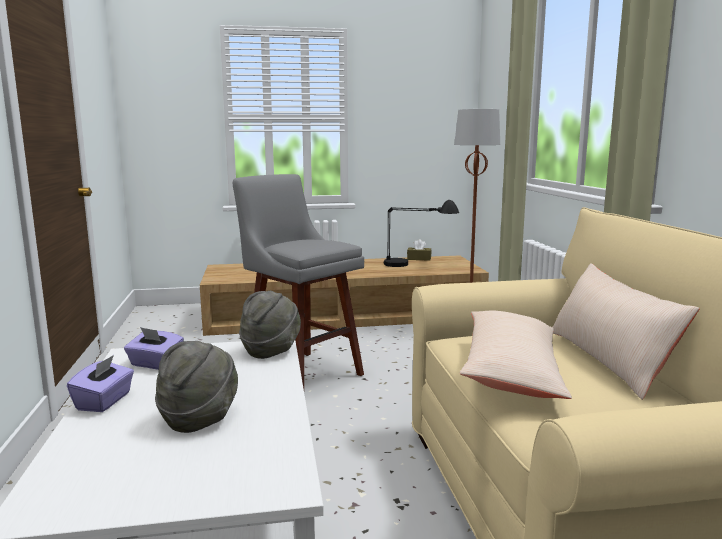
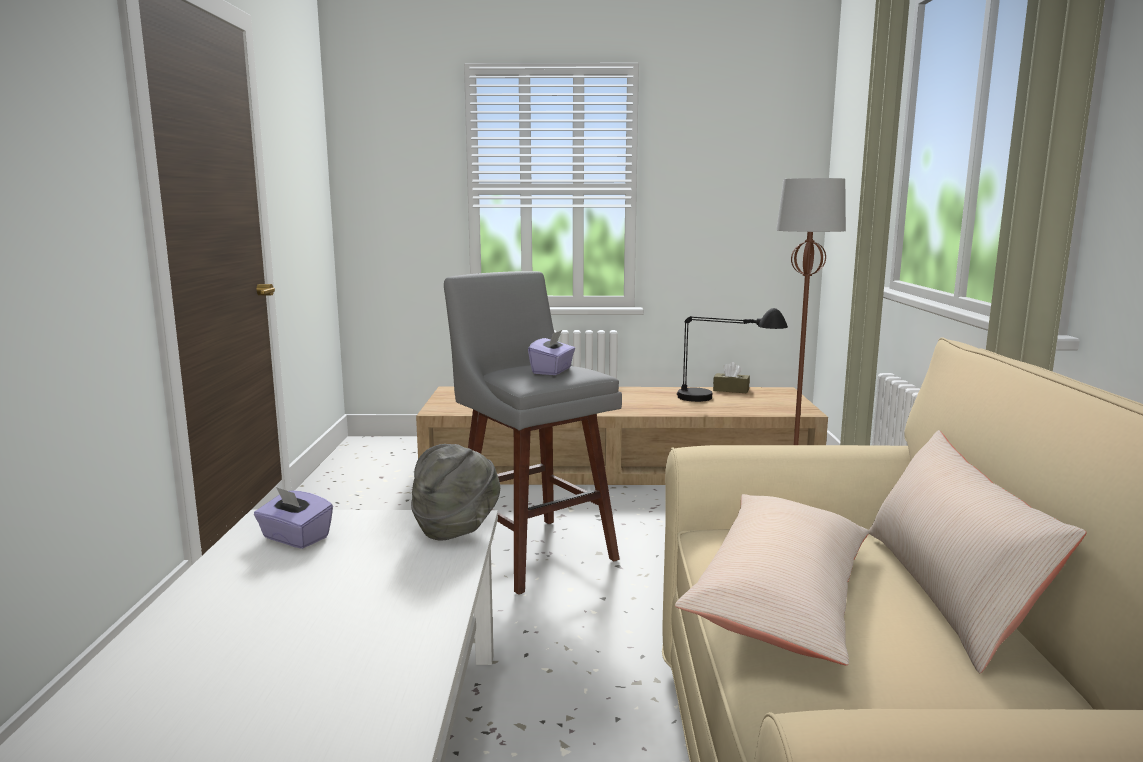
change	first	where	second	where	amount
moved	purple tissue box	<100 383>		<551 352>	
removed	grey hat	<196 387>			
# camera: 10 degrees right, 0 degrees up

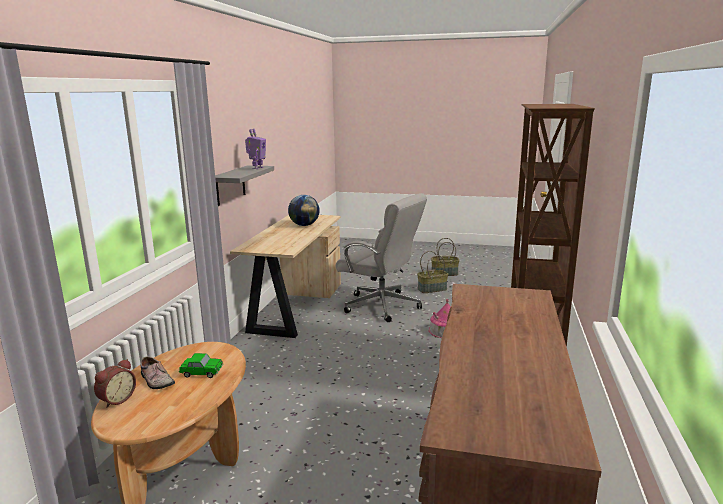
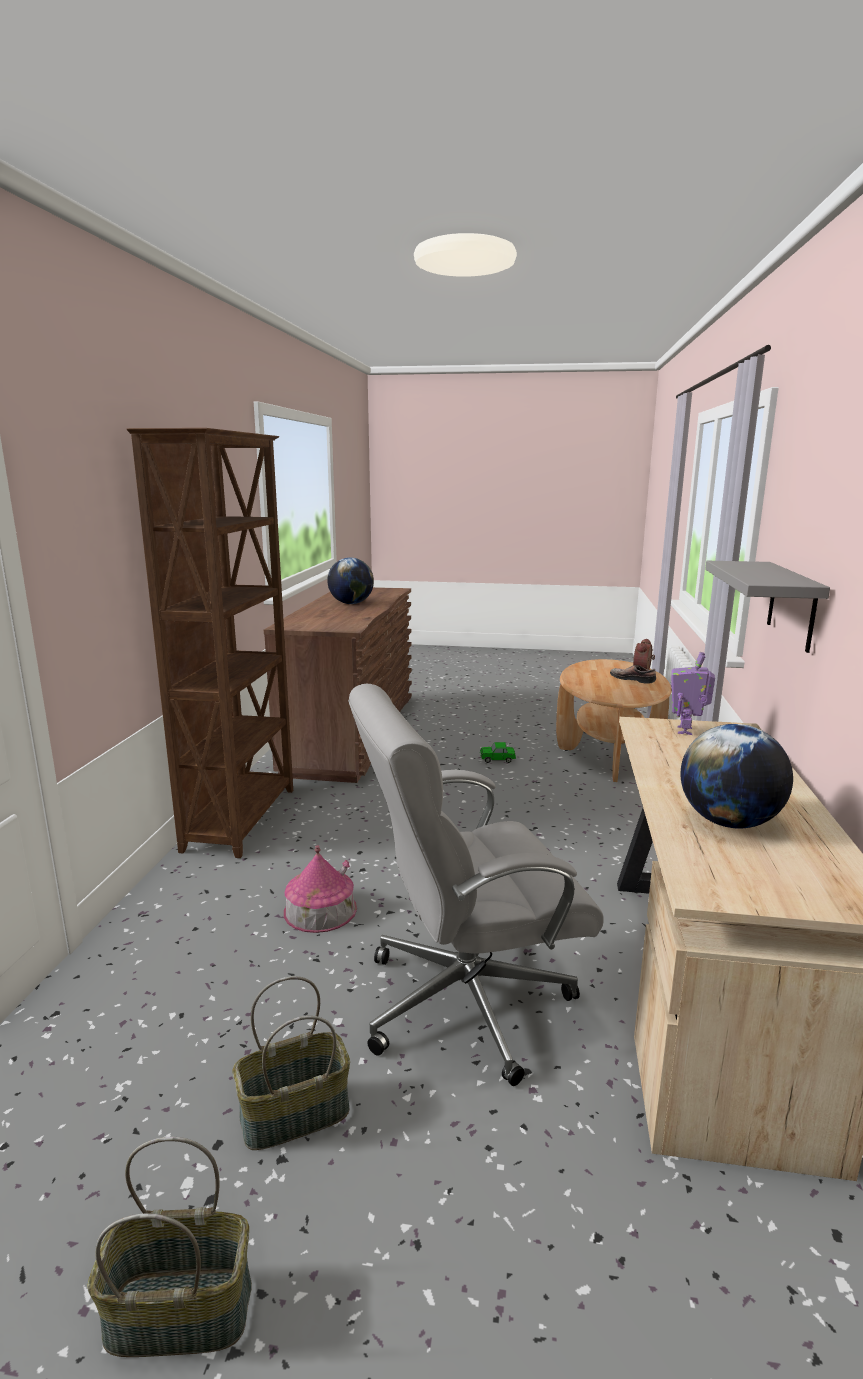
change	first	where	second	where	amount
moved	toy car	<201 365>		<498 752>	
moved	toy robot	<255 149>		<693 693>	
turned	grey office chair	<381 257>		<476 885>	45 degrees counterclockwise
added			globe	<350 580>	
# camera: 175 degrees right, 0 degrees up

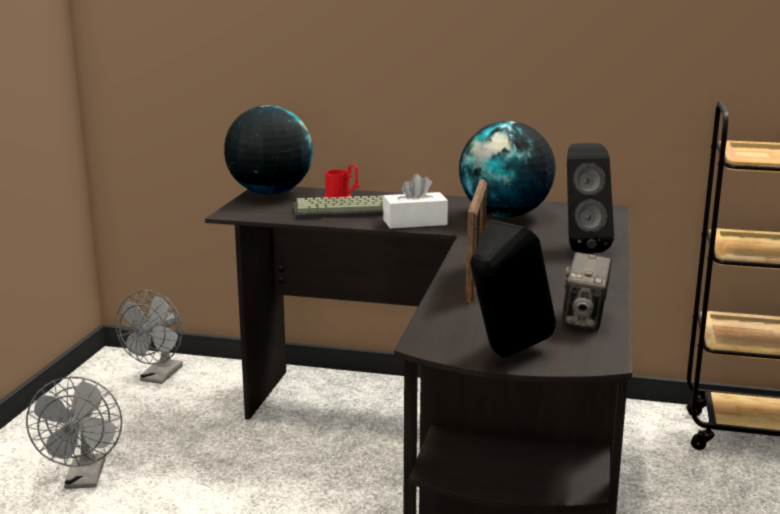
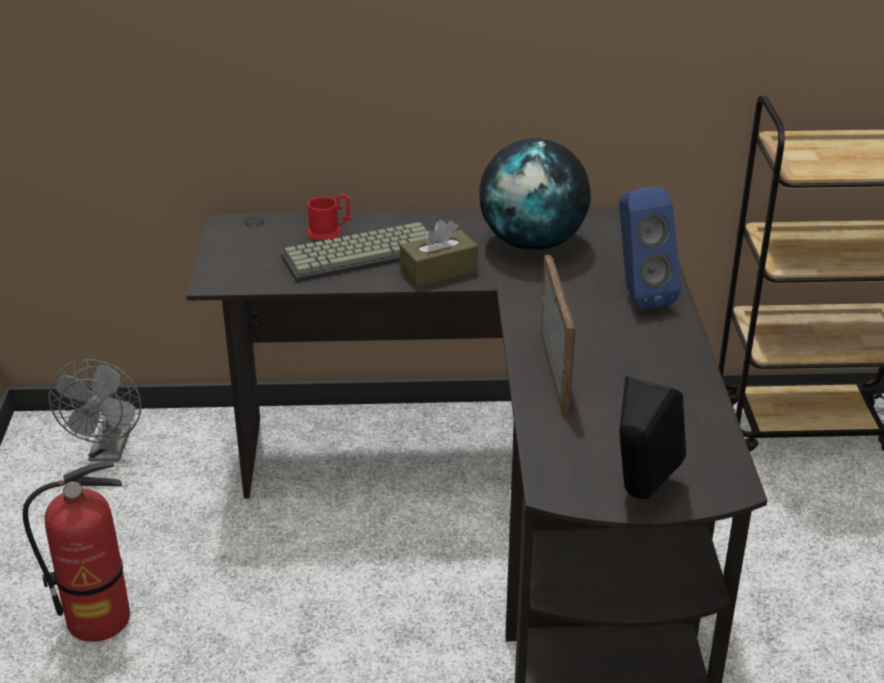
change	first	where	second	where	amount
replaced	grey fan	<74 432>	fire extinguisher	<76 551>	
removed	globe	<268 150>			
recoloured	white tissue box	<415 201>	brown tissue box	<439 253>	
removed	photo camera	<587 291>			
recoloured	black speaker	<590 198>	blue speaker	<650 249>	
# camera: 15 degrees left, 15 degrees up

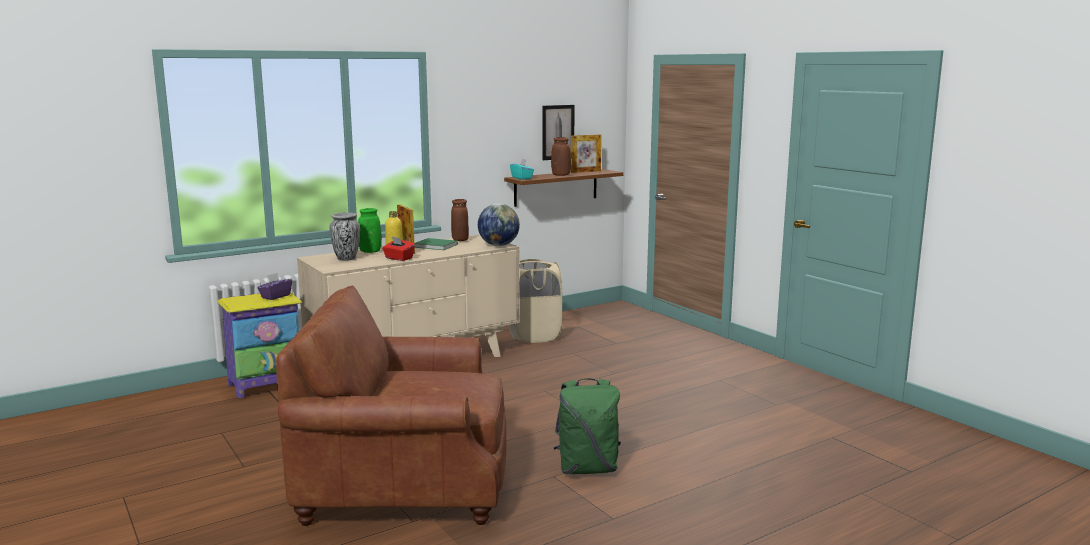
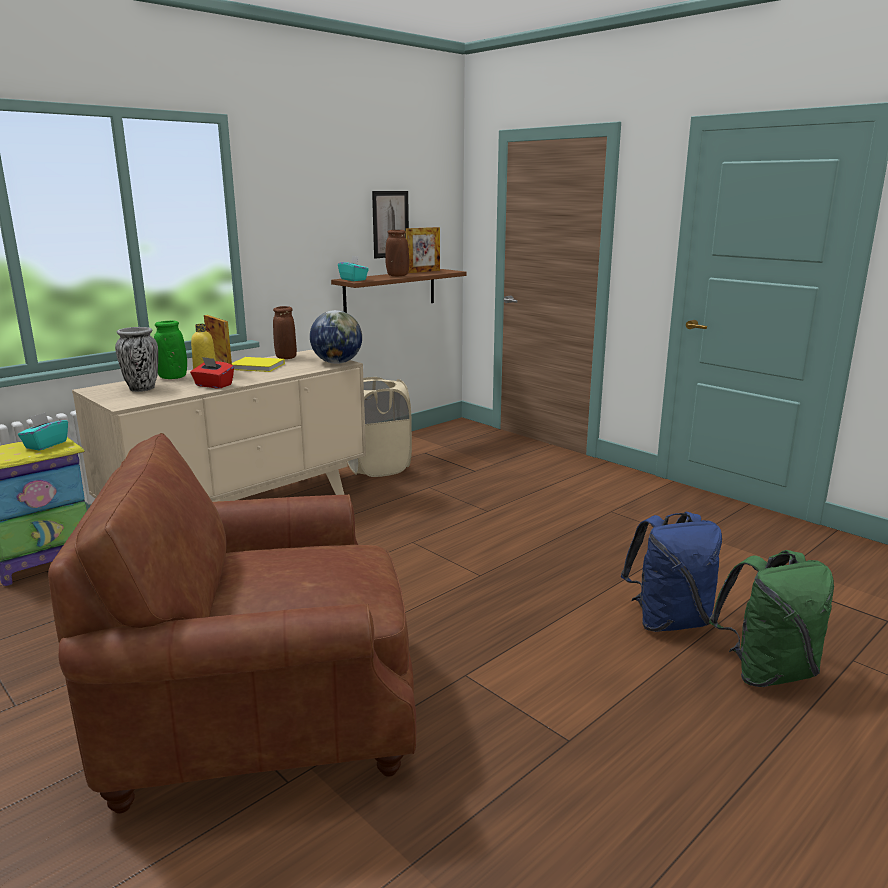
change	first	where	second	where	amount
recoloured	purple tissue box	<275 286>	turquoise tissue box	<43 431>	
recoloured	green book	<436 244>	yellow book	<258 364>	
moved	green backpack	<587 426>		<771 618>	
added			blue backpack	<671 572>	
# camera: 10 degrees left, 5 degrees up

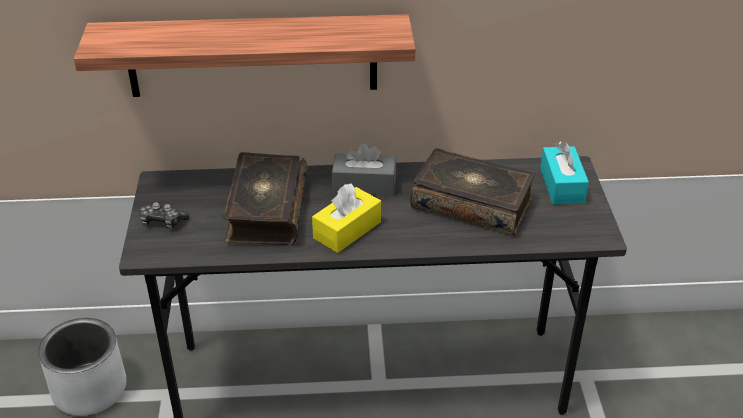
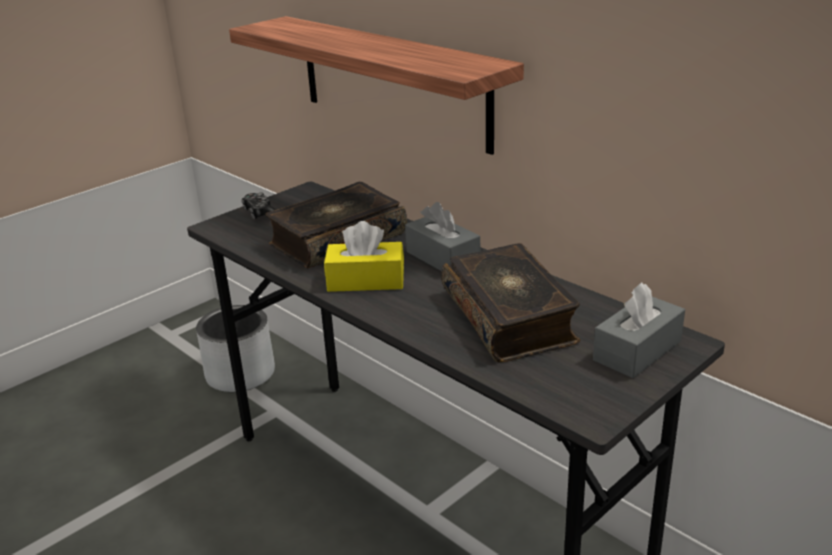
change	first	where	second	where	amount
recoloured	turquoise tissue box	<564 173>	grey tissue box	<639 330>	
# camera: 50 degrees right, 10 degrees down

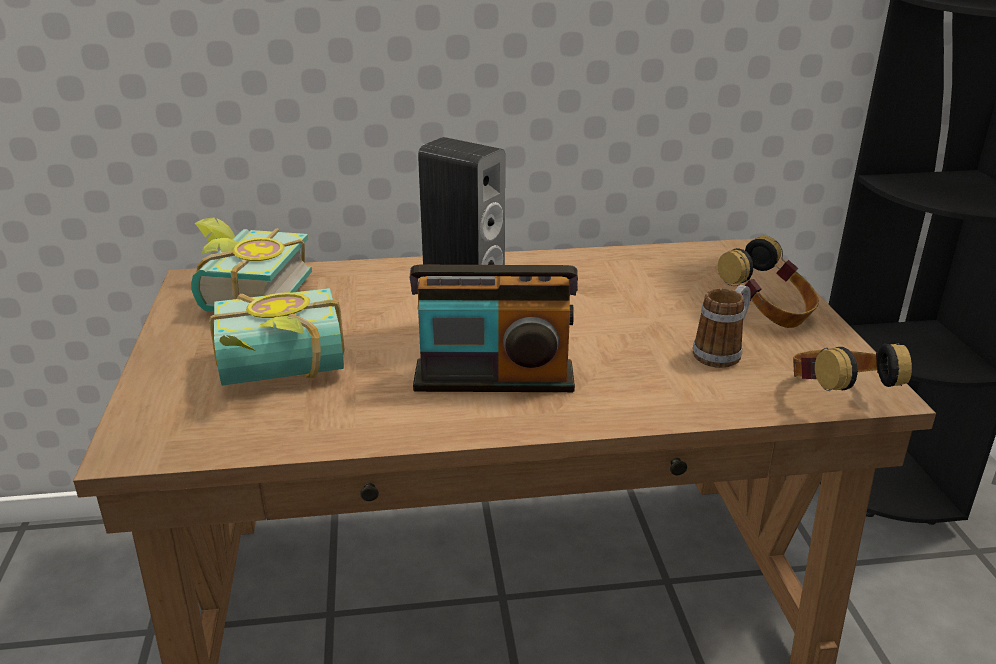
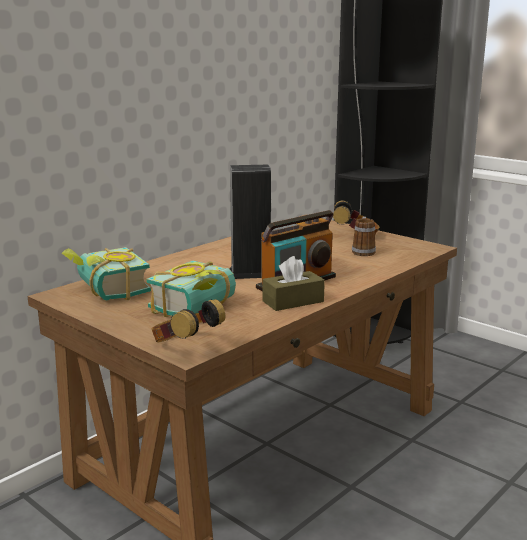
change	first	where	second	where	amount
moved	headphones	<852 367>		<188 320>	
added			brown tissue box	<293 283>	
# camera: 40 degrees left, 10 degrees down

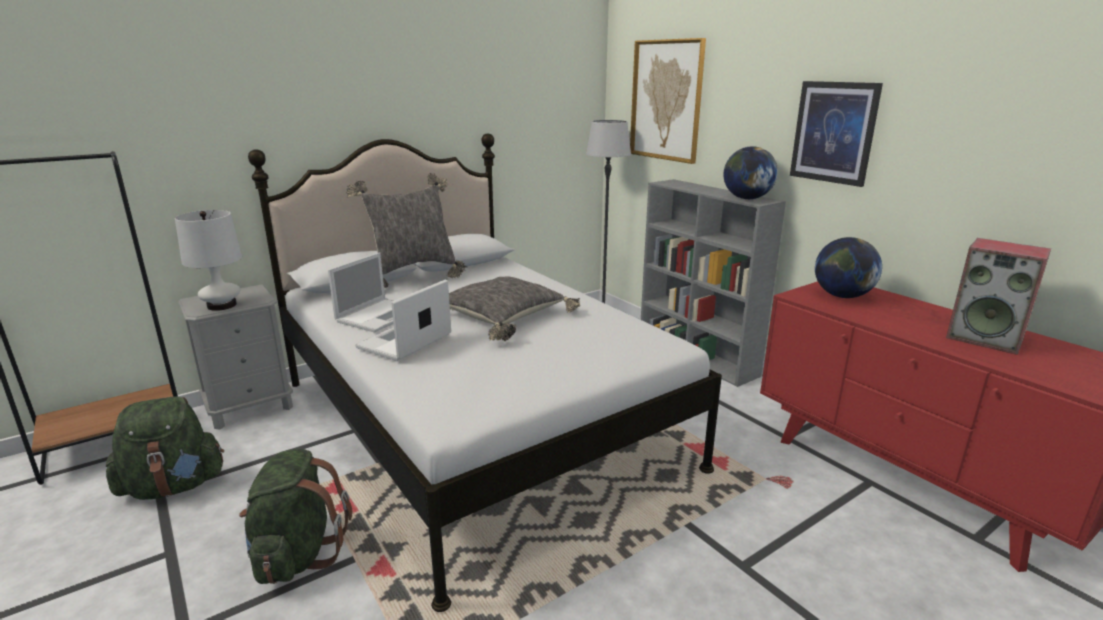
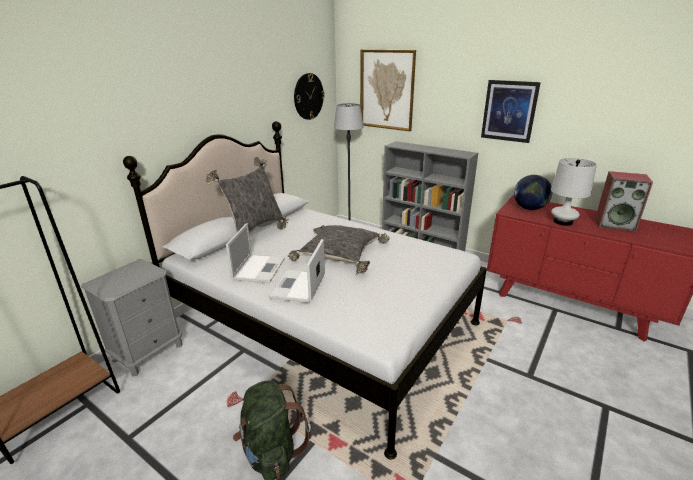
change	first	where	second	where	amount
removed	green backpack	<165 448>			
moved	white table lamp	<208 260>		<574 192>	
removed	globe	<750 172>			
added			wall clock	<309 96>	
# camera: 20 degrees left, 5 degrees up

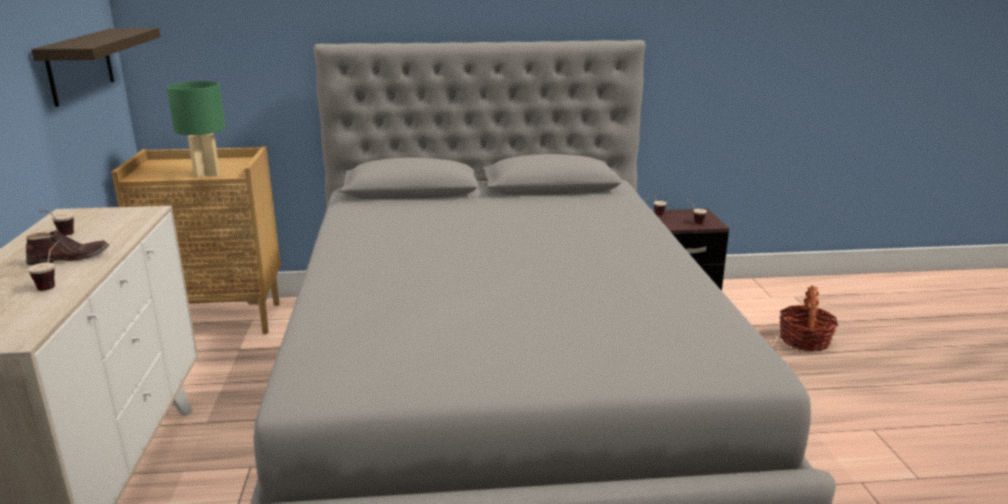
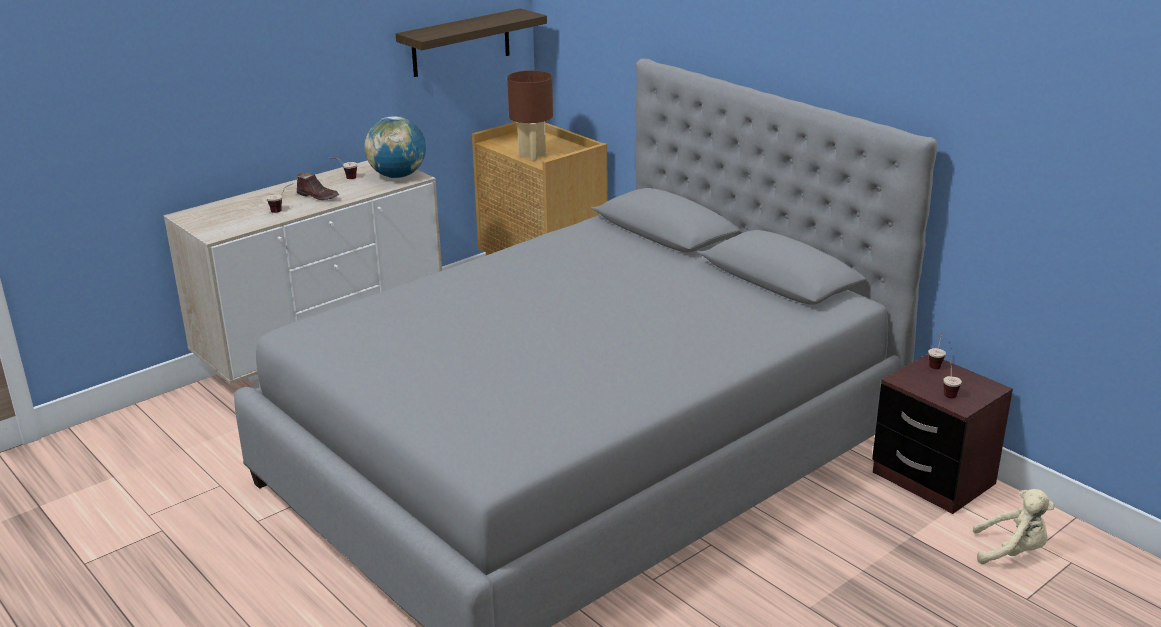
change	first	where	second	where	amount
recoloured	green table lamp	<196 129>	brown table lamp	<530 115>	
removed	basket	<808 318>			
added			globe	<395 147>	
added			beige plush toy	<1014 526>	
# camera: 55 degrees right, 5 degrees up

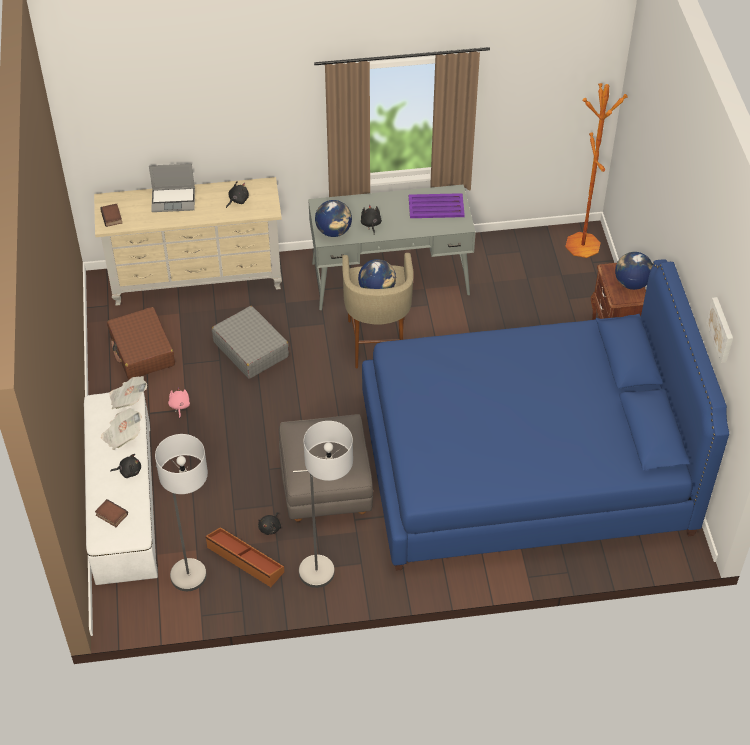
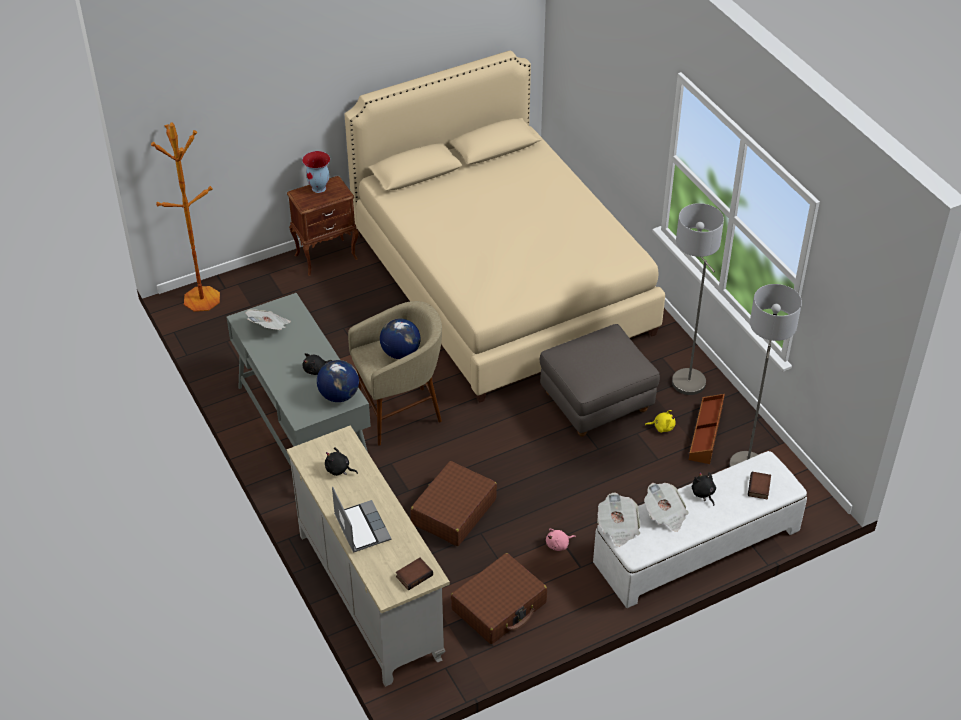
change	first	where	second	where	amount
recoloured	grey suitcase	<250 342>	brown suitcase	<453 503>	
recoloured	black plush toy	<269 523>	yellow plush toy	<660 421>	
recoloured	blue bed	<545 415>	beige bed	<504 226>	
replaced	purple tray	<437 205>	newspaper	<268 319>	
replaced	globe	<634 271>	vase	<316 172>	
removed	picture	<719 330>			
# camera: 110 degrees left, 5 degrees down

